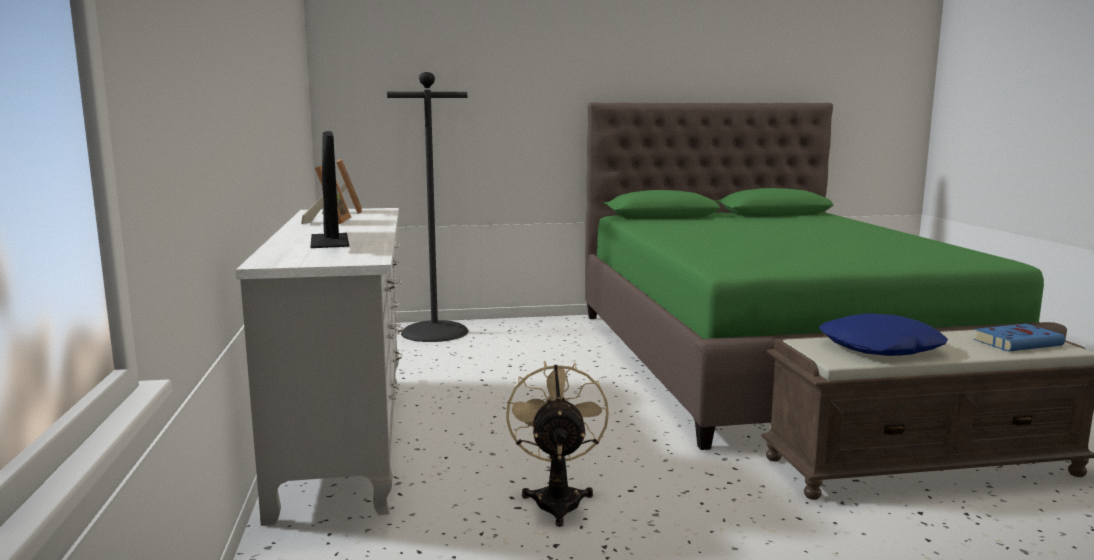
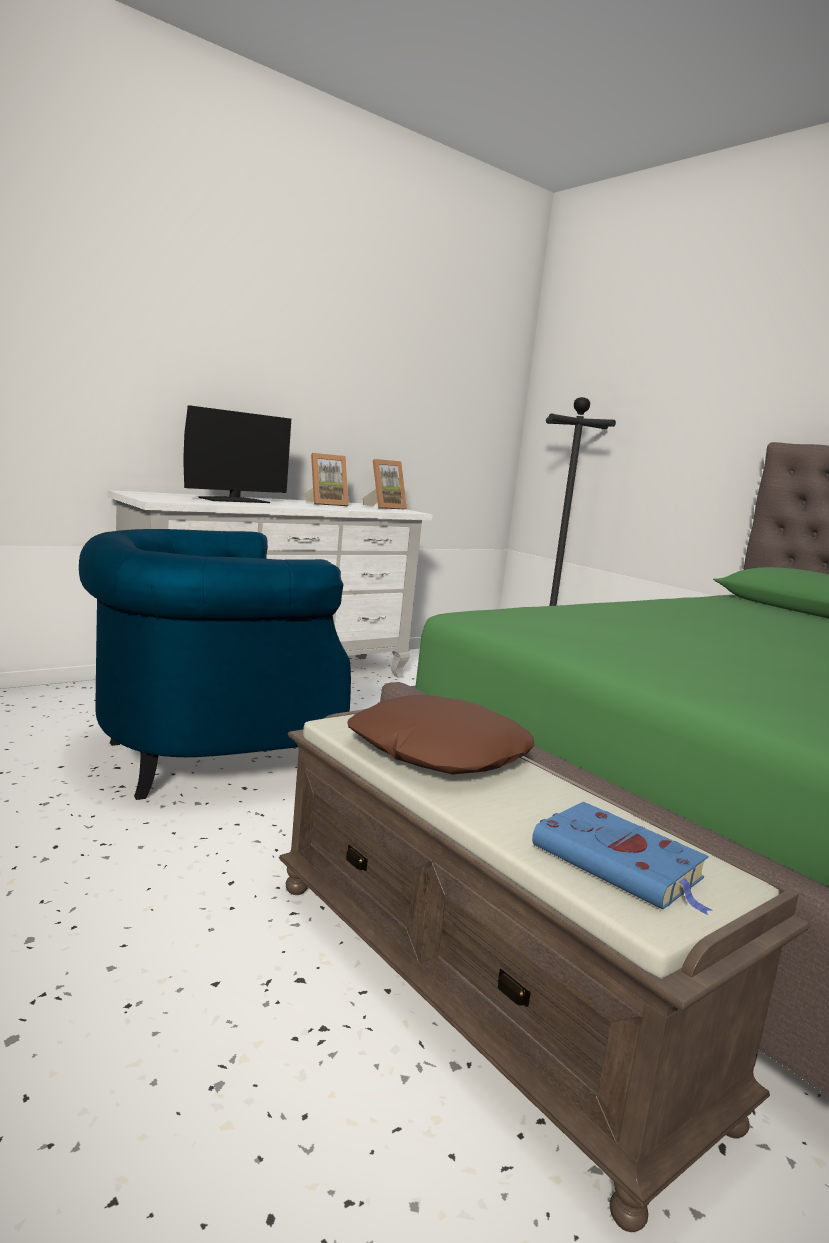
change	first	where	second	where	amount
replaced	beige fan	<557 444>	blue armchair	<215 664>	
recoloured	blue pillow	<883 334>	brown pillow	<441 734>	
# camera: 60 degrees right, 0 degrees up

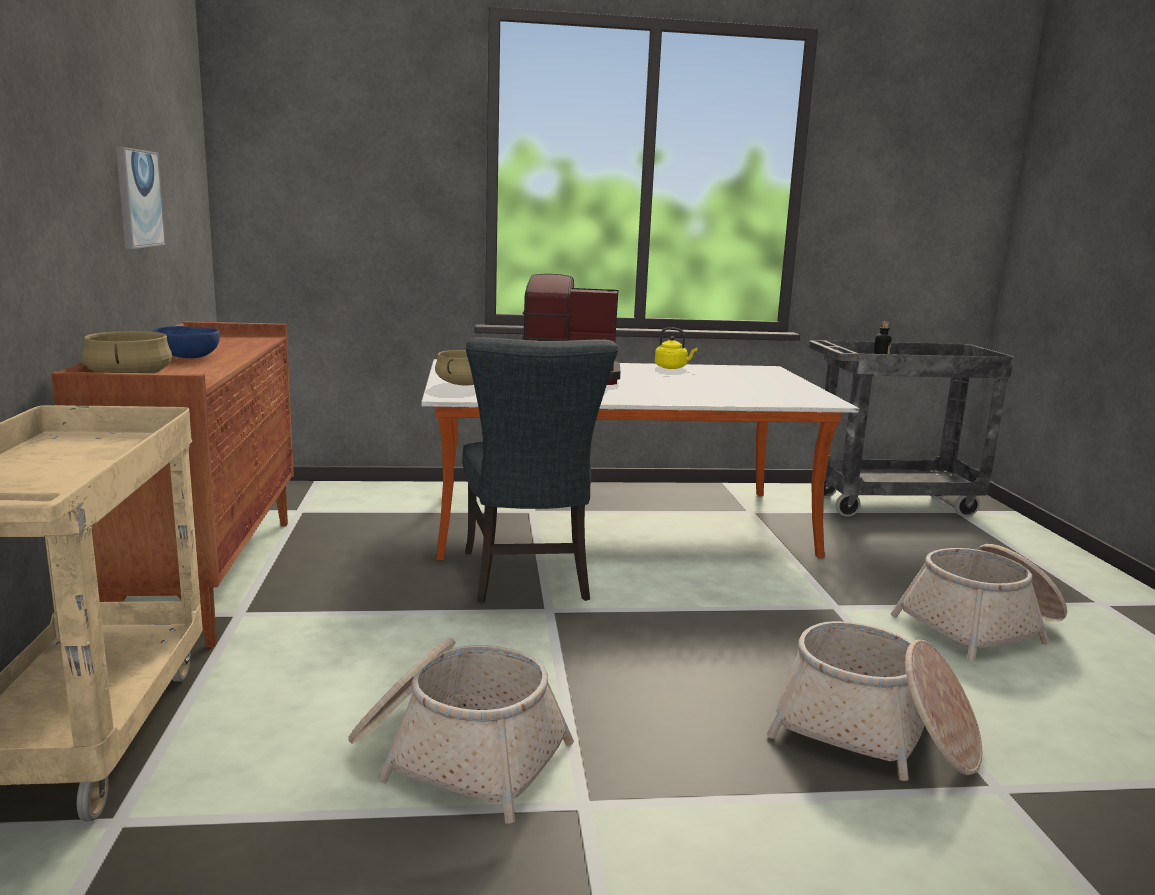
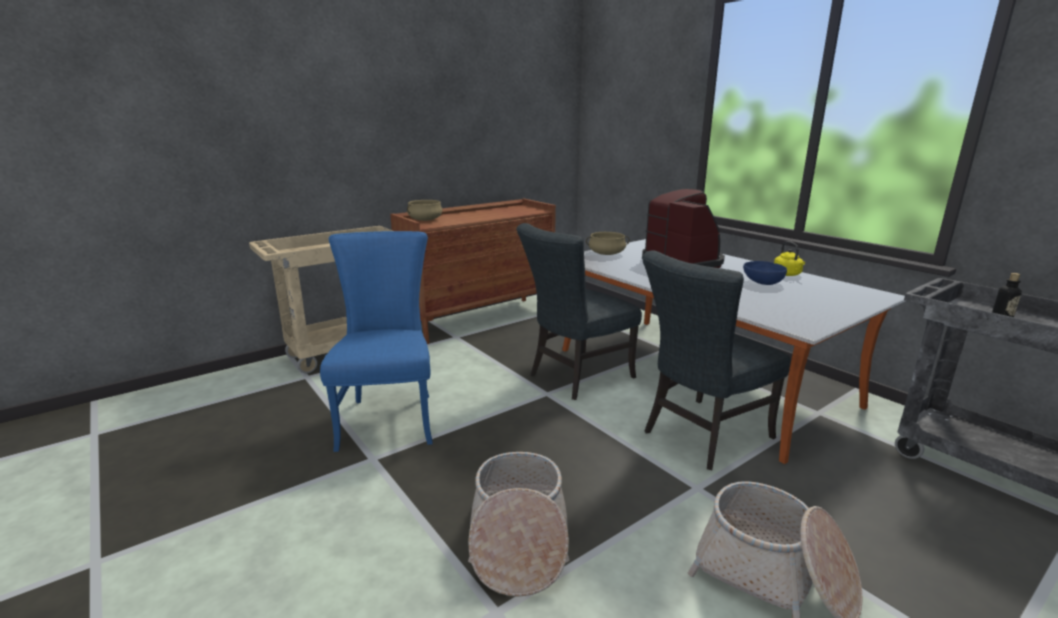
change	first	where	second	where	amount
removed	picture	<141 198>			
moved	blue bowl	<185 342>		<765 273>	
replaced	basket	<461 731>	blue chair	<376 341>	
added			grey chair	<716 360>	
# camera: 60 degrees right, 5 degrees up

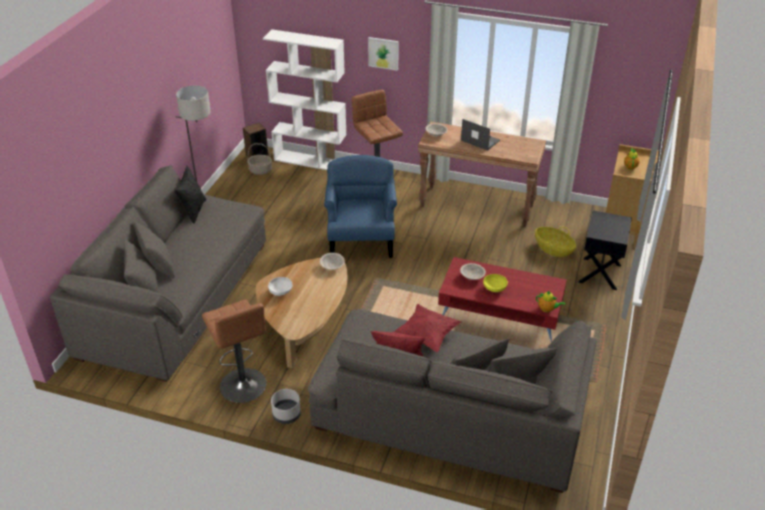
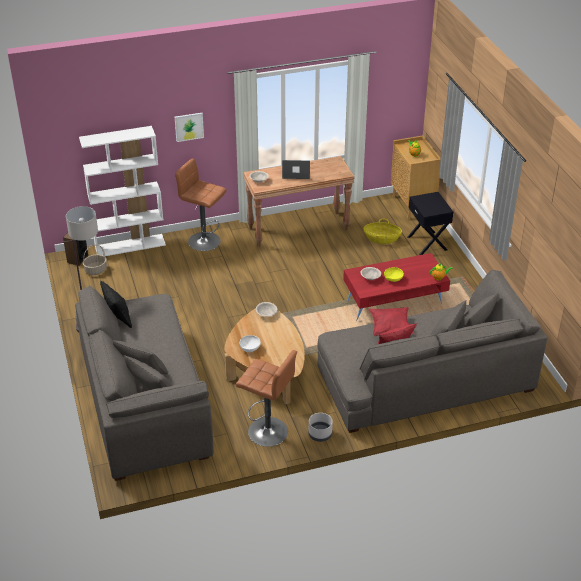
change	first	where	second	where	amount
removed	blue armchair	<360 206>			
# camera: 35 degrees left, 0 degrees up

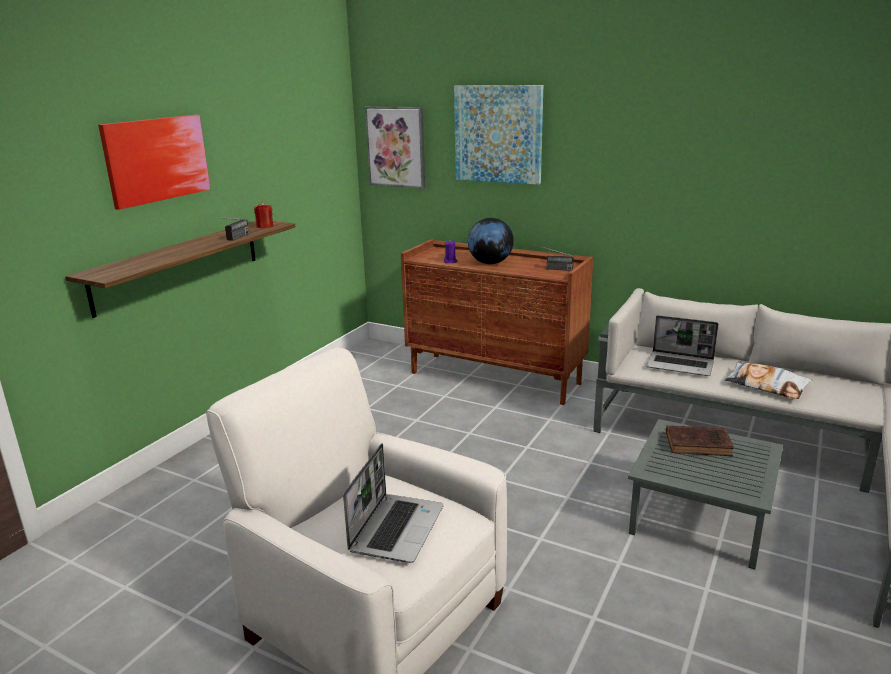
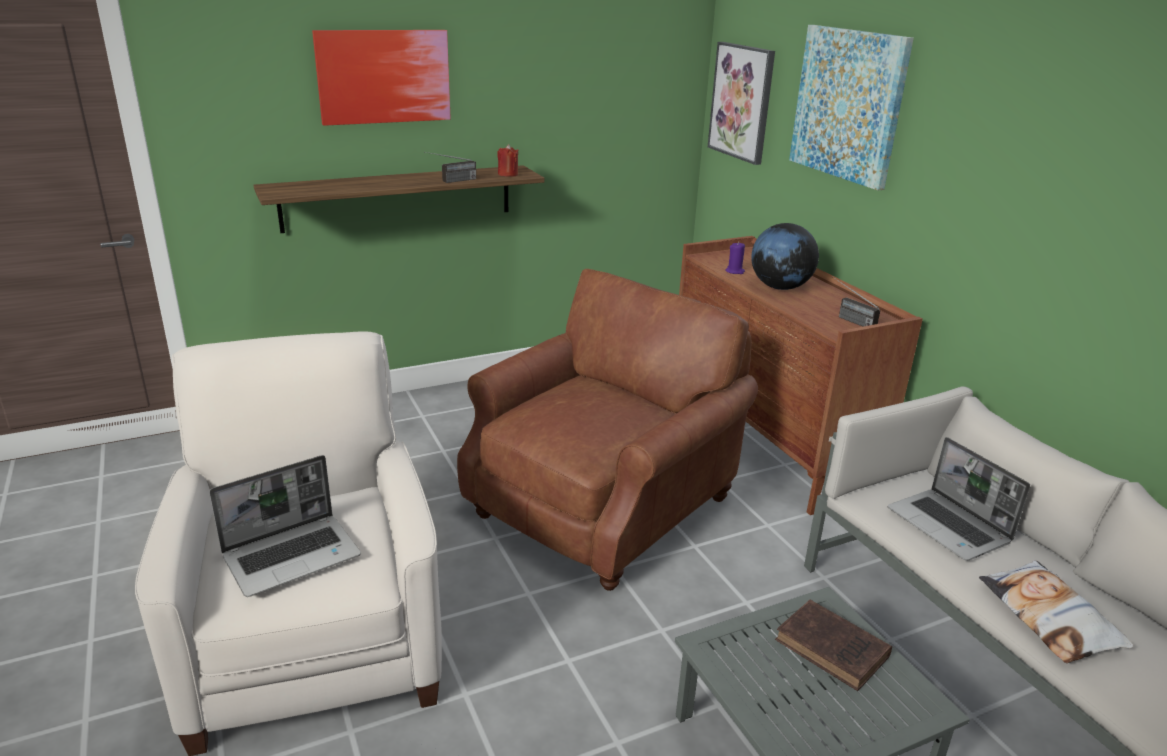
change	first	where	second	where	amount
added			brown armchair	<607 430>	
# camera: 35 degrees right, 5 degrees up

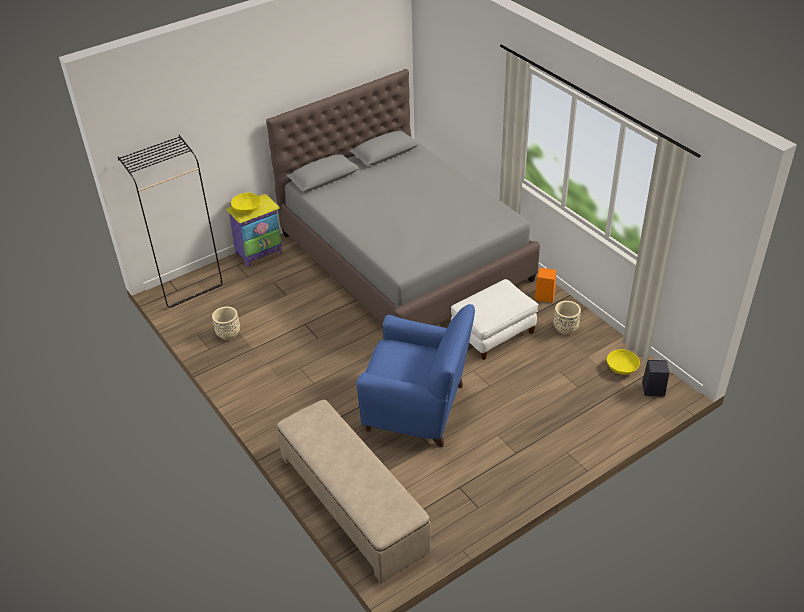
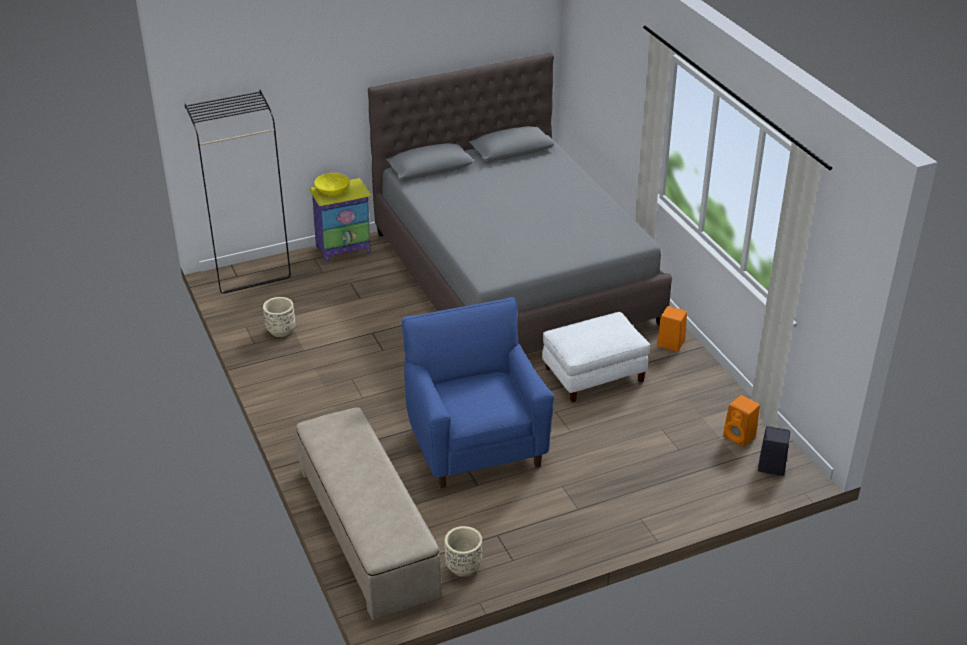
change	first	where	second	where	amount
turned	blue armchair	<415 375>		<478 392>	135 degrees counterclockwise
moved	beige planter	<567 318>		<463 551>	
replaced	yellow bowl	<623 362>	orange speaker	<741 421>	
# camera: 10 degrees right, 5 degrees down

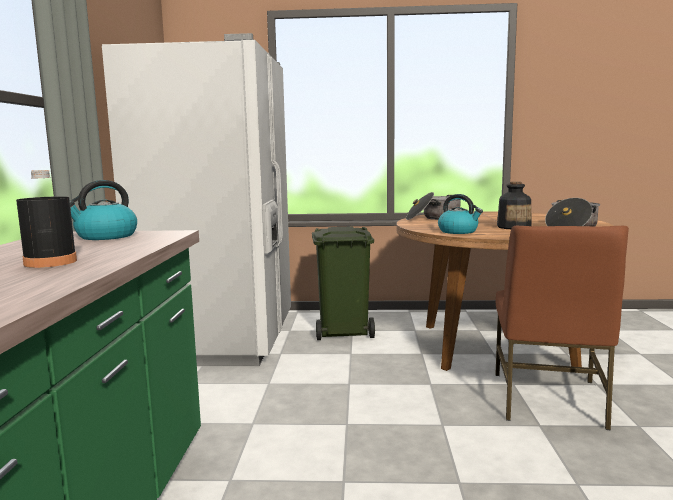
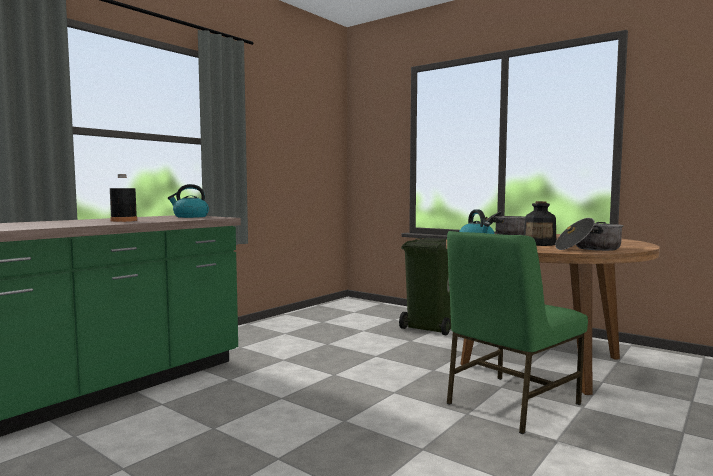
change	first	where	second	where	amount
removed	white fridge	<196 200>			
recoloured	brown chair	<562 328>	green chair	<517 332>	
# camera: 35 degrees right, 5 degrees down

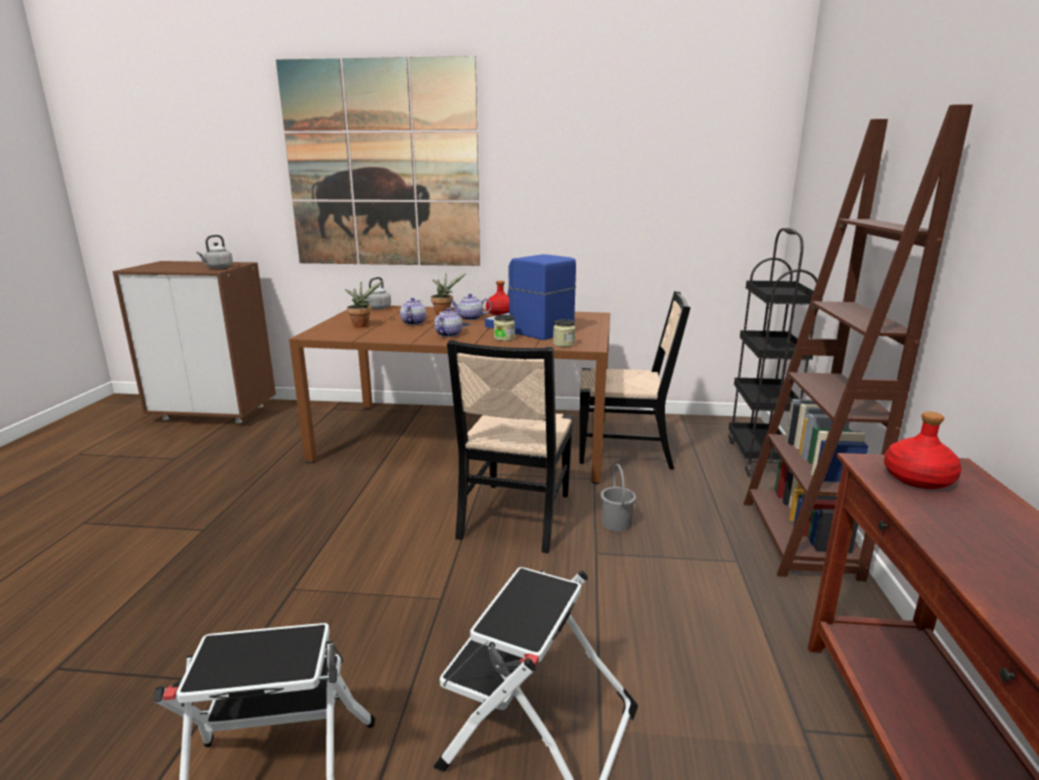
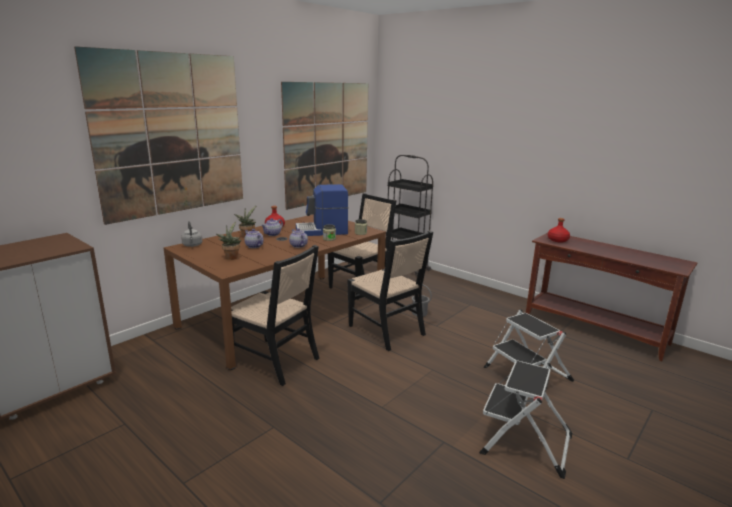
change	first	where	second	where	amount
removed	grey kettle	<214 252>			
removed	brown bookcase	<858 343>			
added			chair	<275 315>	
added			picture	<324 146>	
# camera: 55 degrees left, 0 degrees up

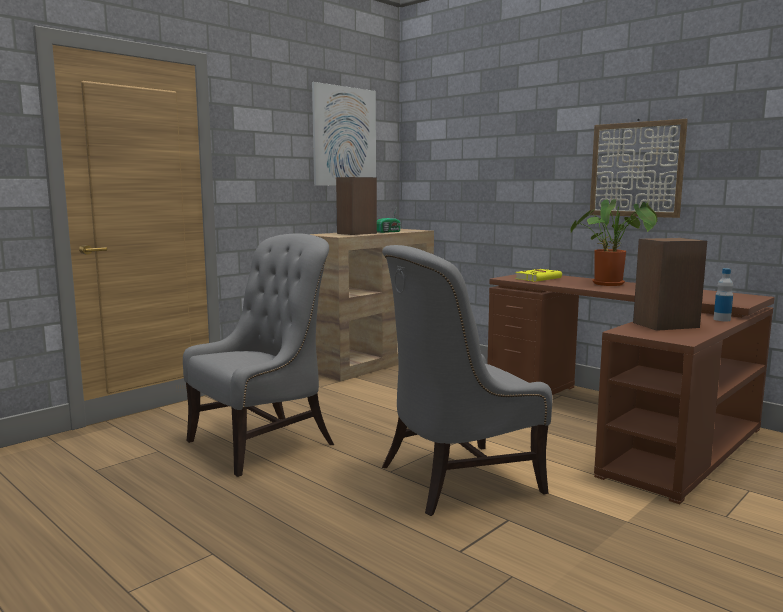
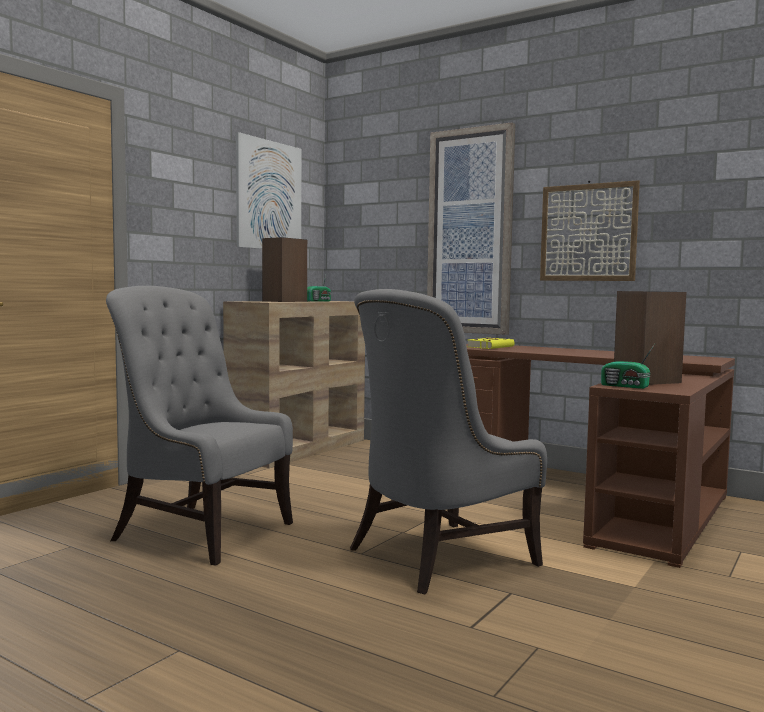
change	first	where	second	where	amount
turned	grey chair	<258 355>		<199 426>	105 degrees counterclockwise
removed	potted plant	<613 242>			
removed	bottle	<723 294>			
added			picture	<471 228>	
added			radio	<628 366>	
# camera: 10 degrees left, 5 degrees down

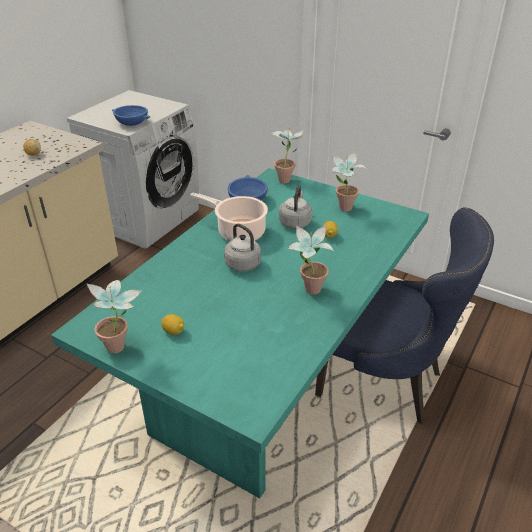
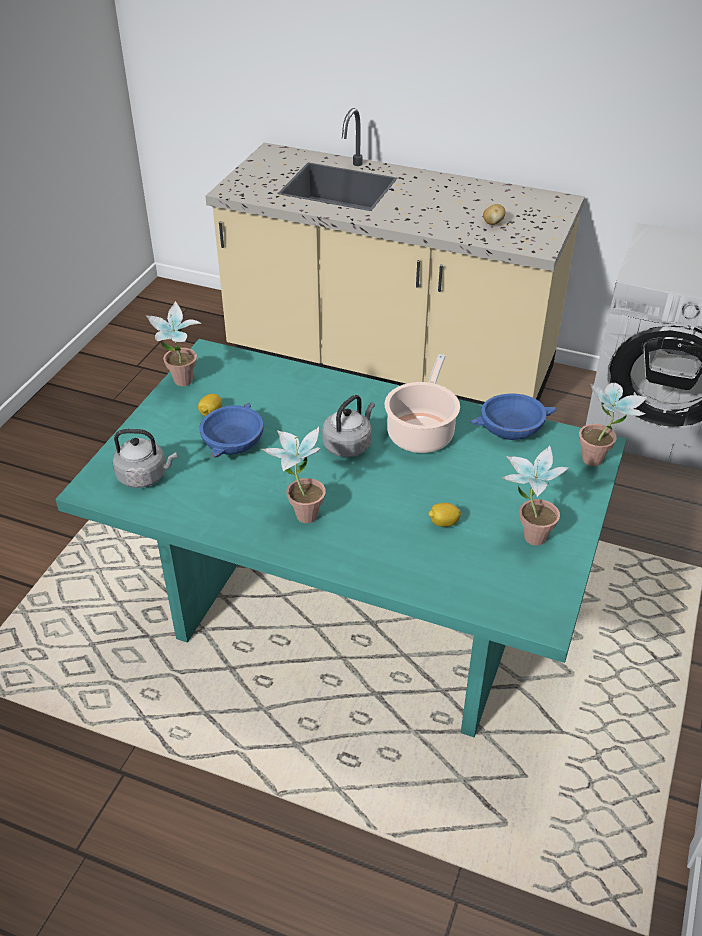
change	first	where	second	where	amount
moved	blue bowl	<131 115>		<231 430>	
moved	grey kettle	<295 207>		<145 458>	
removed	blue chair	<404 315>			
# camera: 80 degrees right, 5 degrees up

